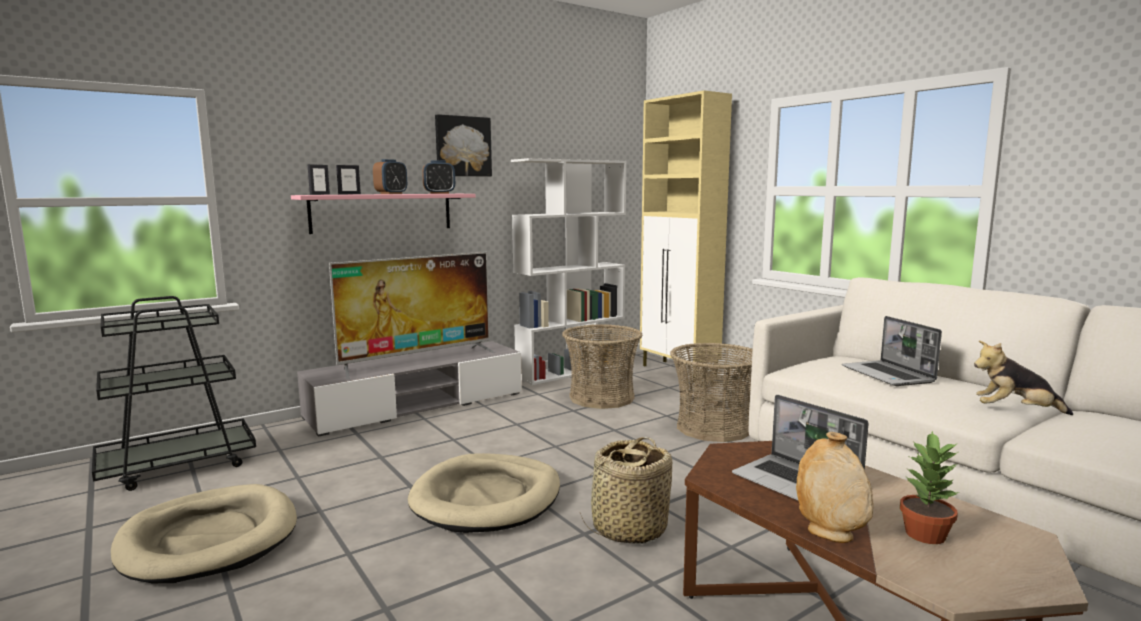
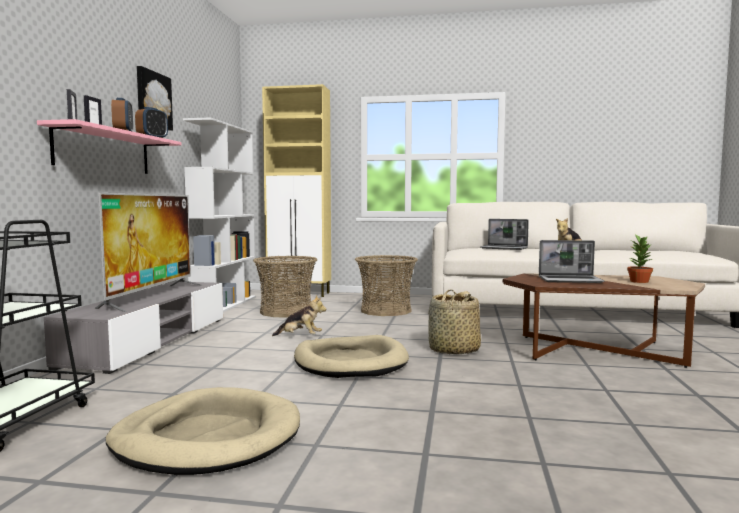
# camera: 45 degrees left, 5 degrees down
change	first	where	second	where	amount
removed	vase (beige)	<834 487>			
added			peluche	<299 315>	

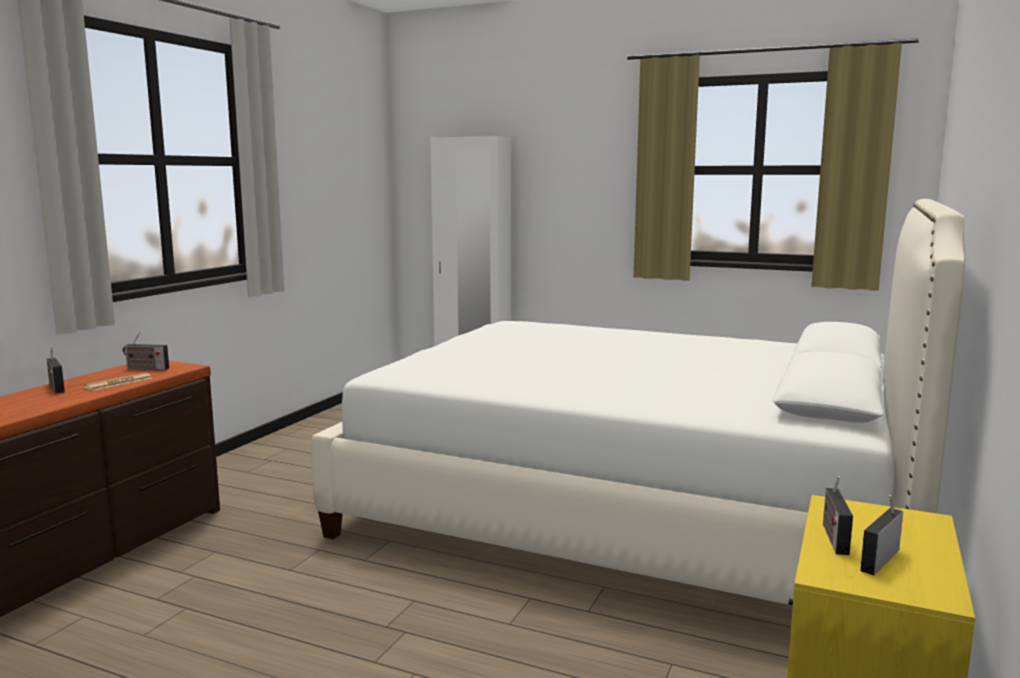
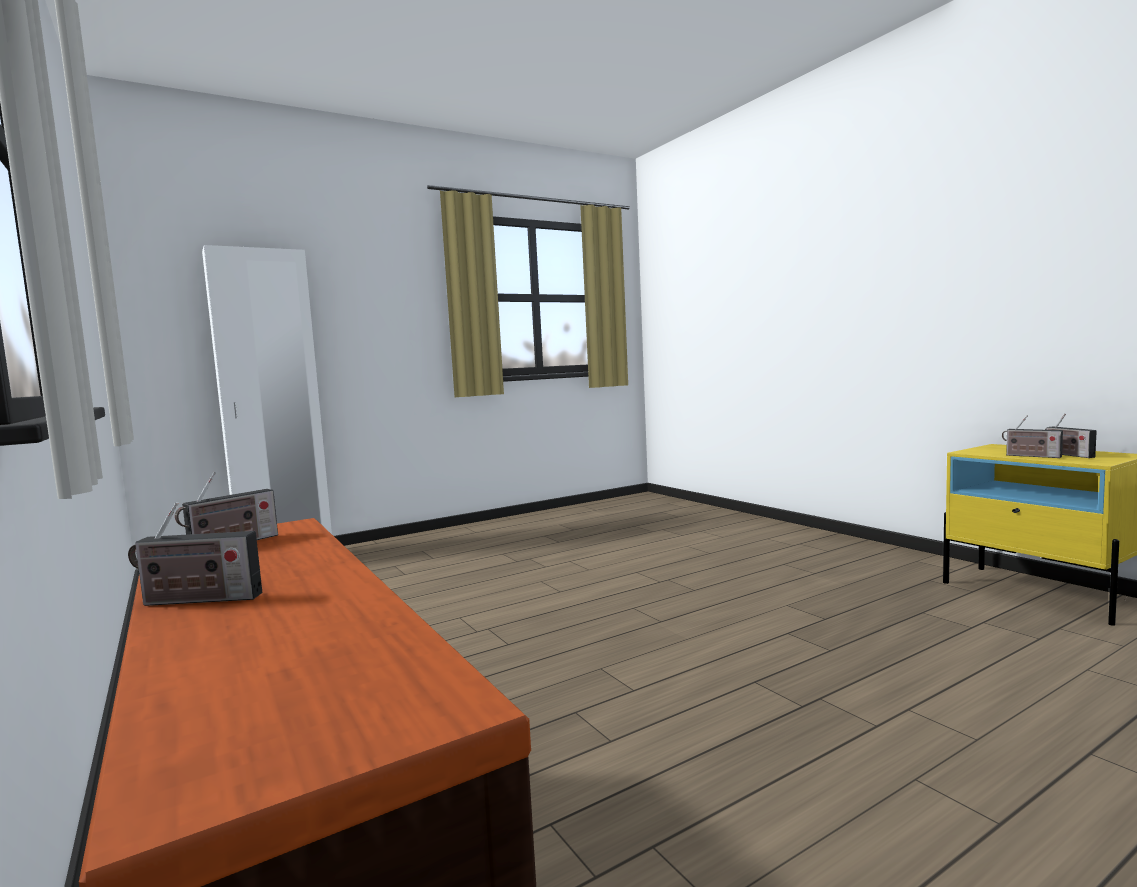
# camera: 55 degrees left, 5 degrees down
change	first	where	second	where	amount
removed	journal	<118 382>			
removed	lit (blanc)	<638 402>			

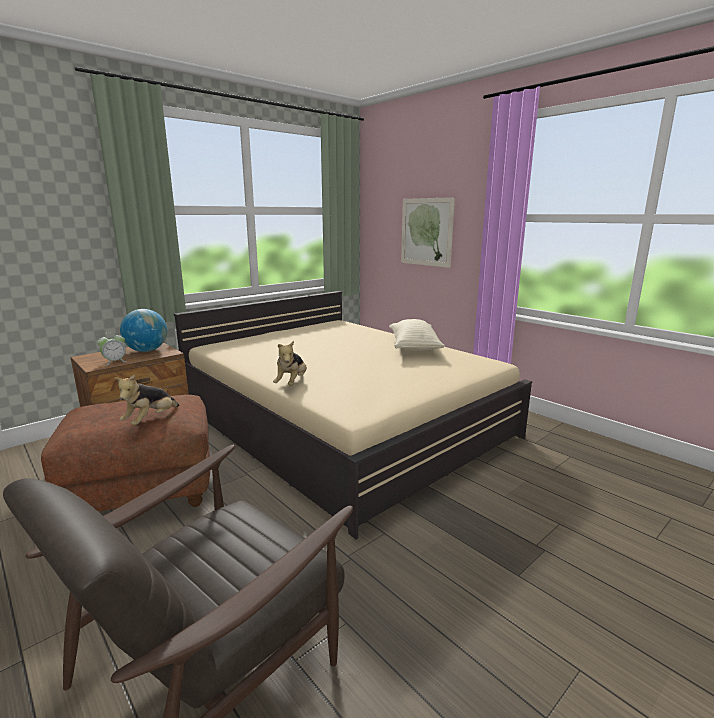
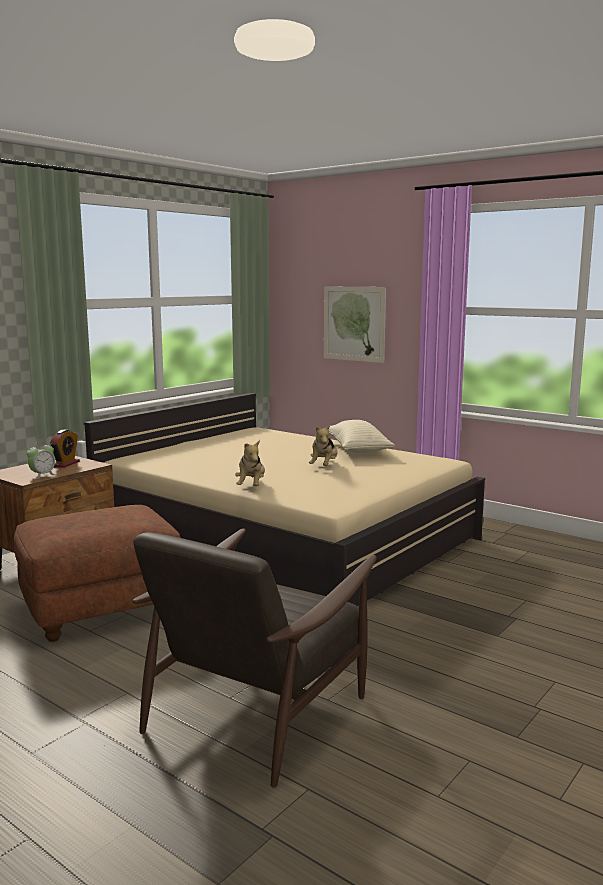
# camera: 10 degrees left, 5 degrees down
change	first	where	second	where	amount
moved	peluche	<146 400>		<323 445>	
replaced	globe	<143 330>	réveil	<65 449>	

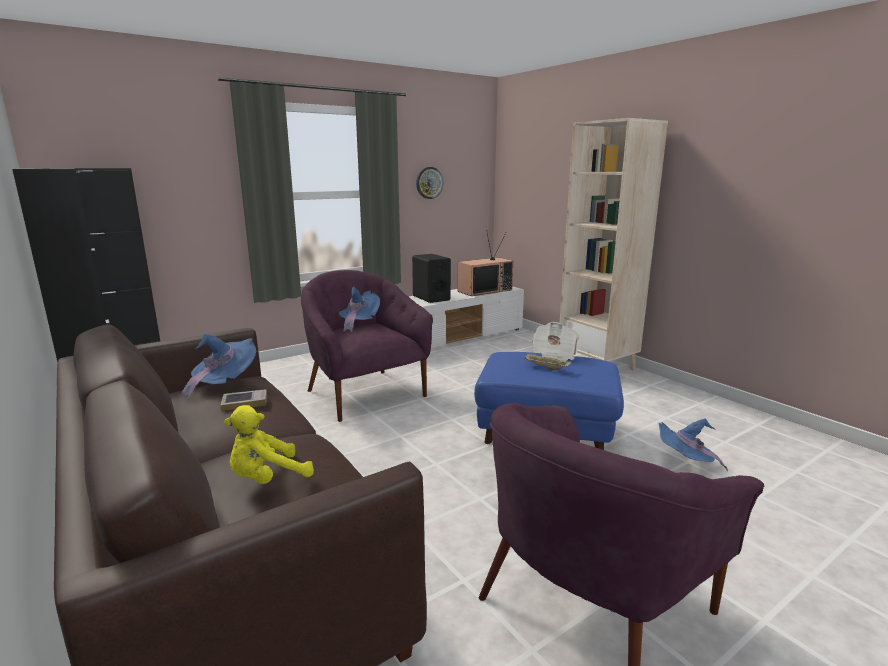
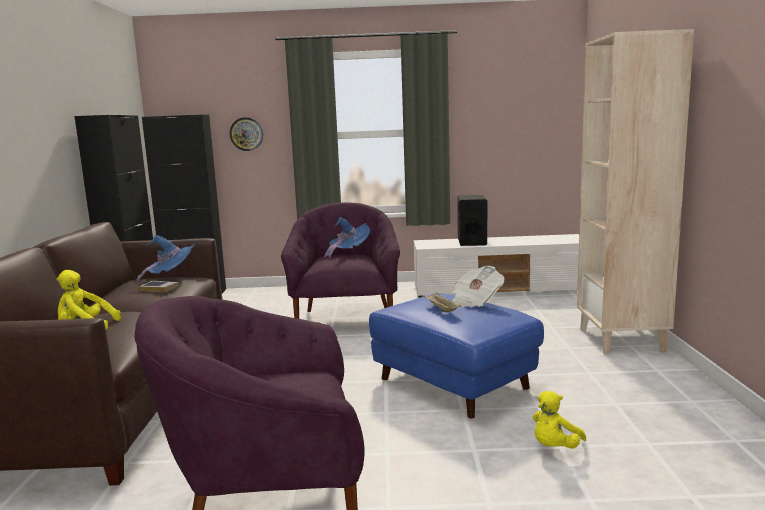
# camera: 35 degrees right, 5 degrees down
change	first	where	second	where	amount
removed	téléviseur	<485 263>			
moved	horloge murale	<429 183>		<246 134>	
replaced	chapeau (bleu)	<693 444>	peluche (jaune)	<559 420>	

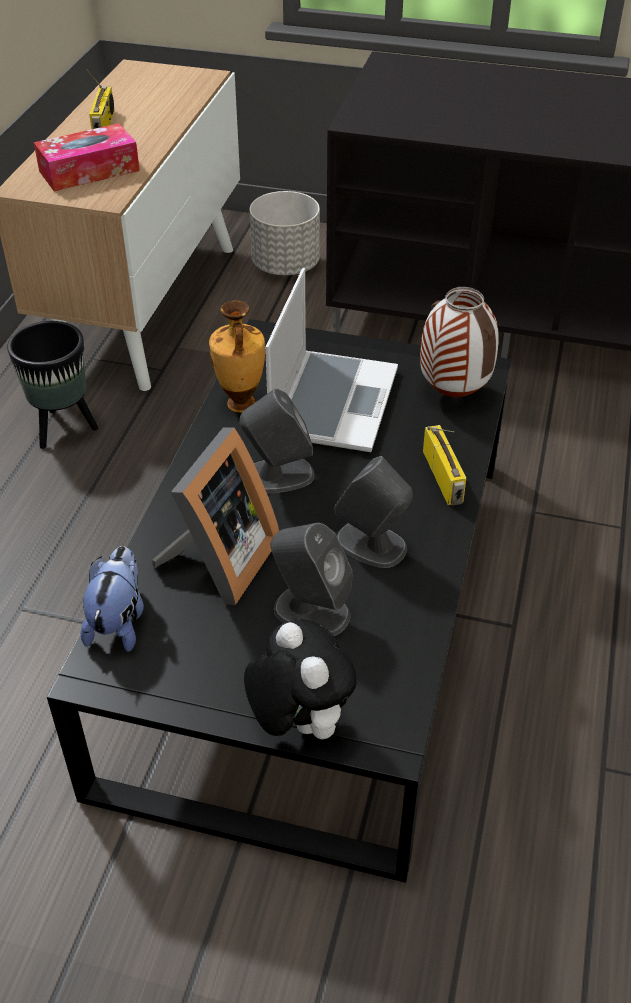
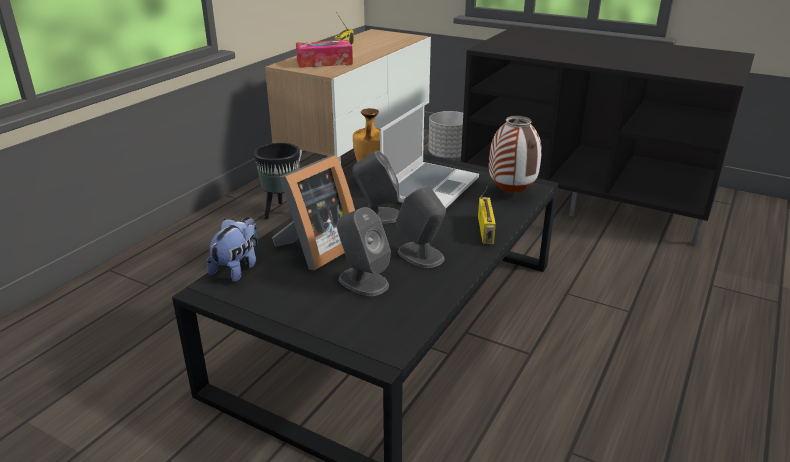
# camera: 15 degrees right, 15 degrees down
change	first	where	second	where	amount
removed	peluche	<300 679>			

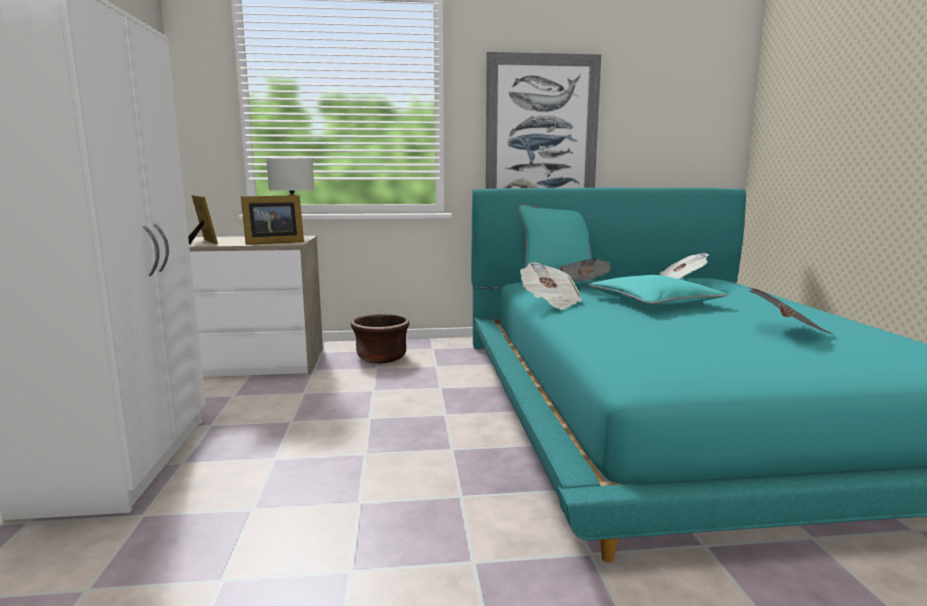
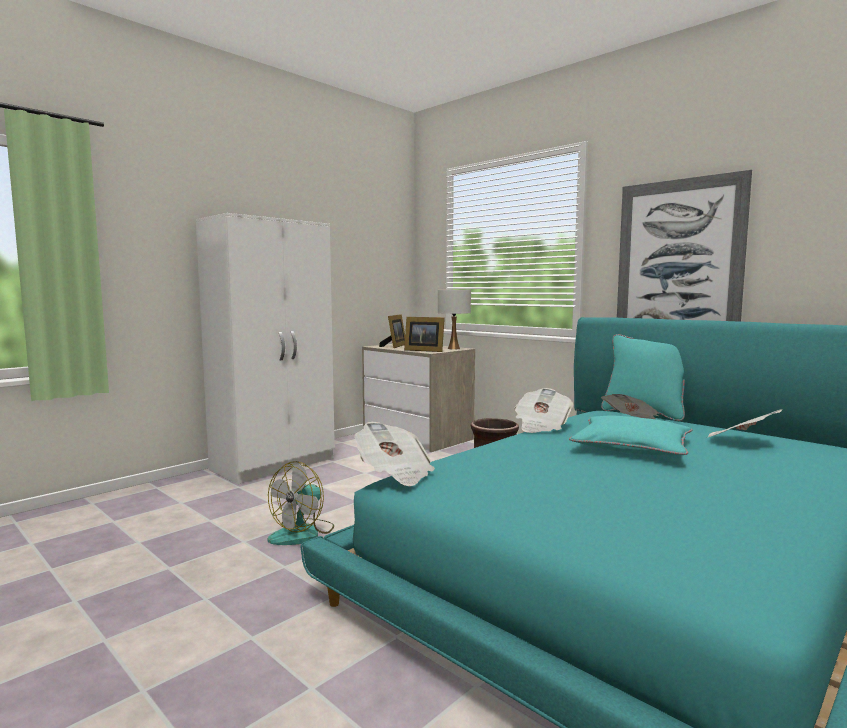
# camera: 50 degrees right, 5 degrees down
change	first	where	second	where	amount
added			ventilateur	<301 503>	
moved	journal	<791 311>		<394 454>	

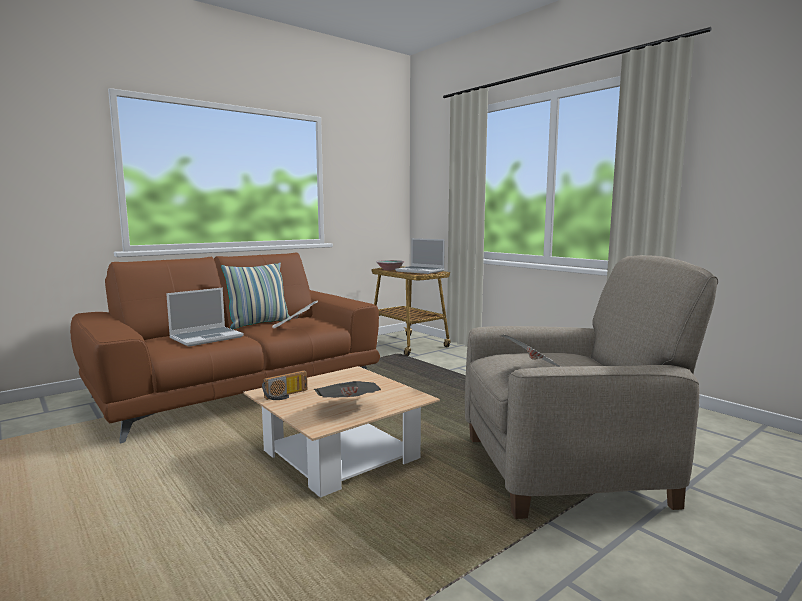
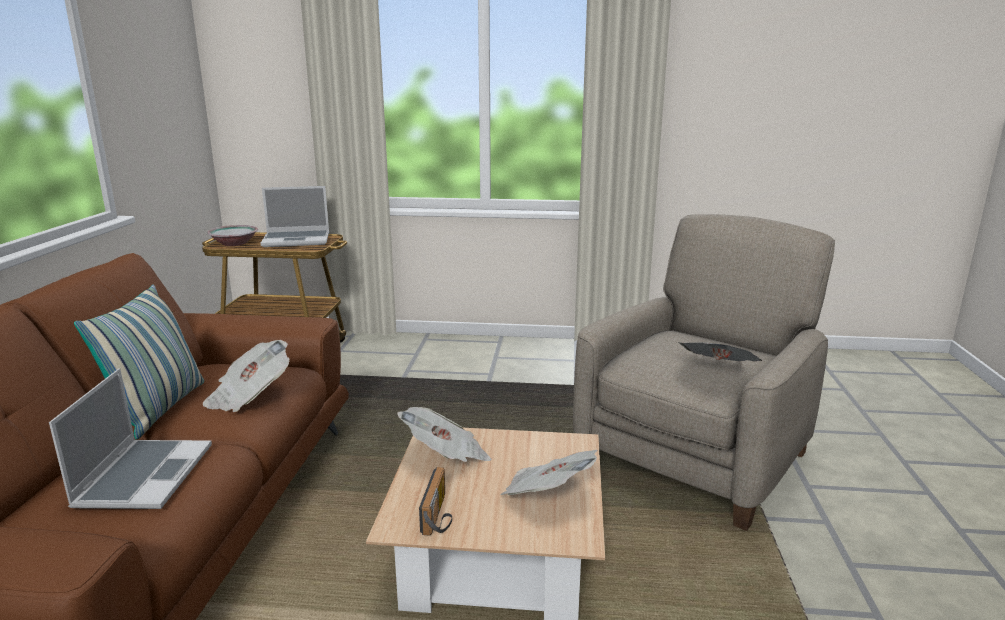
# camera: 45 degrees left, 10 degrees up
change	first	where	second	where	amount
added			journal	<444 434>	

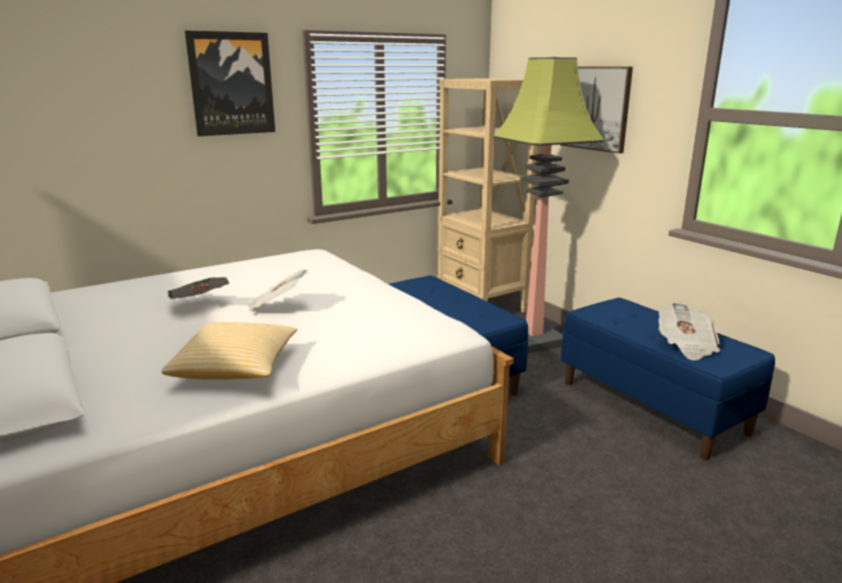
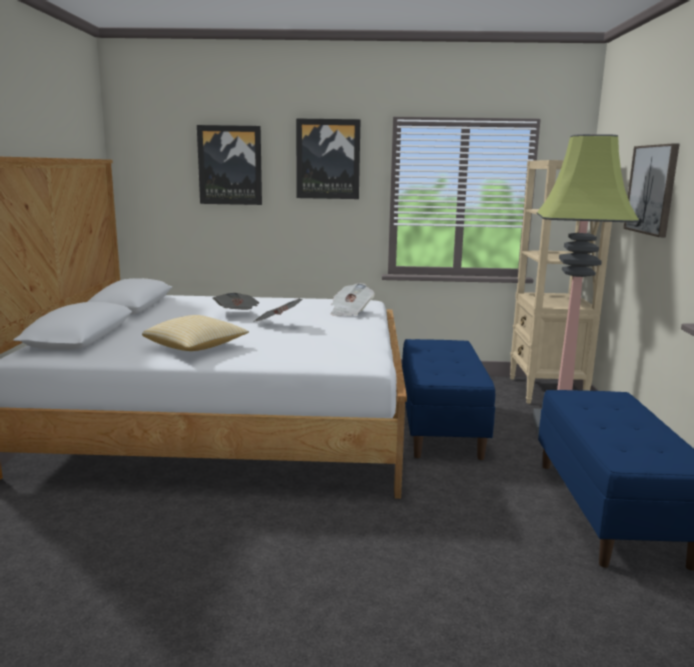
# camera: 35 degrees right, 5 degrees down
change	first	where	second	where	amount
added			tableau	<229 165>	
moved	journal	<689 331>		<353 299>	

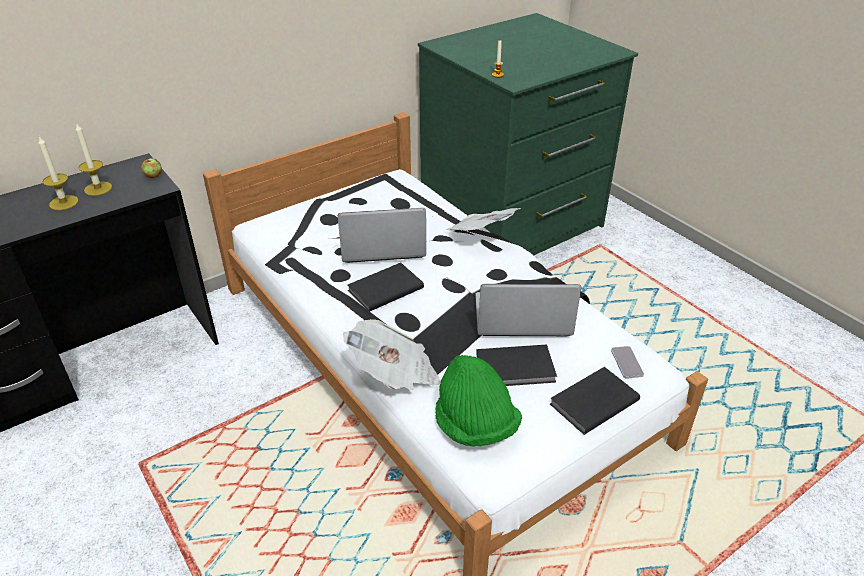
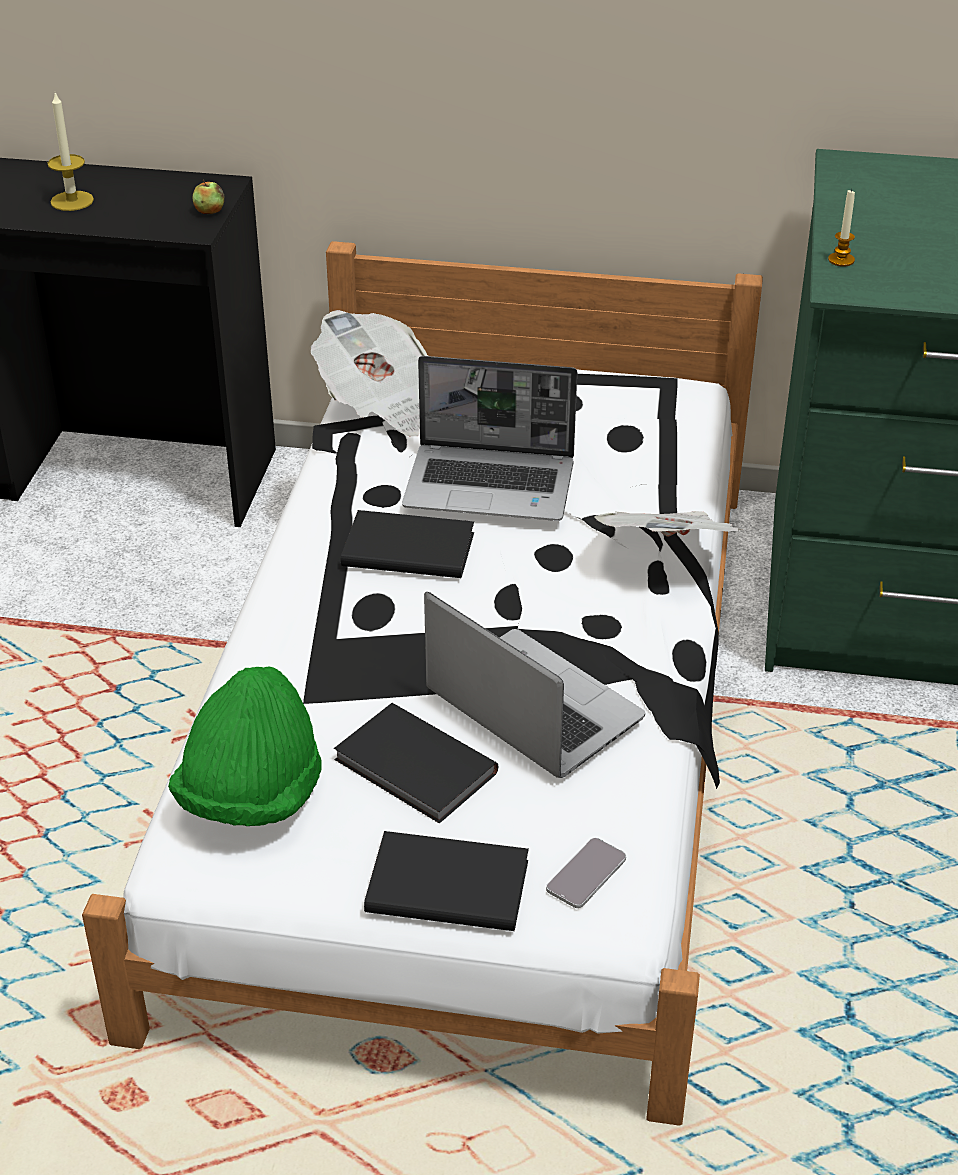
# camera: 45 degrees right, 0 degrees up
change	first	where	second	where	amount
removed	bougie	<93 160>			
moved	journal	<392 354>		<369 373>	
turned	ordinateur portable	<382 235>		<489 438>	150 degrees clockwise

